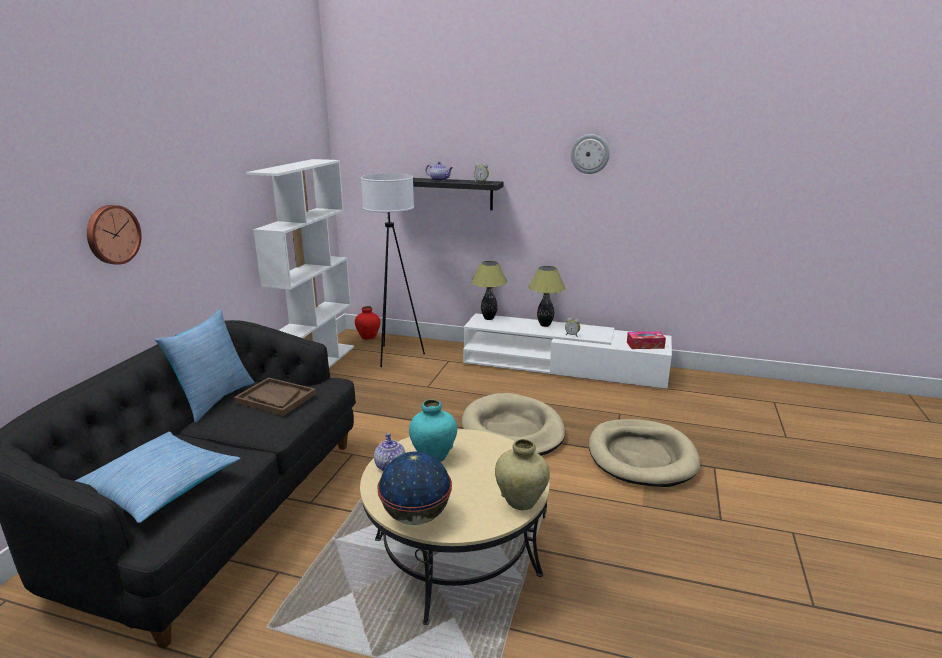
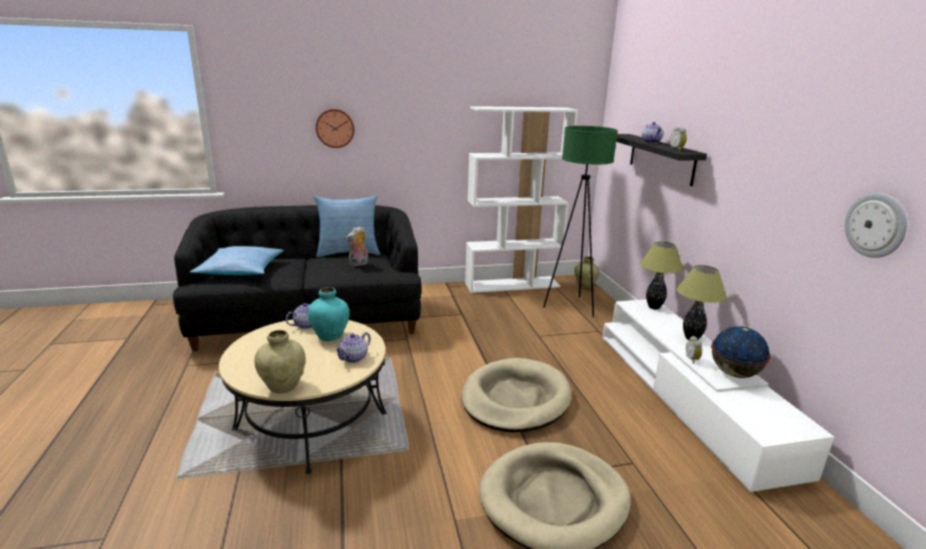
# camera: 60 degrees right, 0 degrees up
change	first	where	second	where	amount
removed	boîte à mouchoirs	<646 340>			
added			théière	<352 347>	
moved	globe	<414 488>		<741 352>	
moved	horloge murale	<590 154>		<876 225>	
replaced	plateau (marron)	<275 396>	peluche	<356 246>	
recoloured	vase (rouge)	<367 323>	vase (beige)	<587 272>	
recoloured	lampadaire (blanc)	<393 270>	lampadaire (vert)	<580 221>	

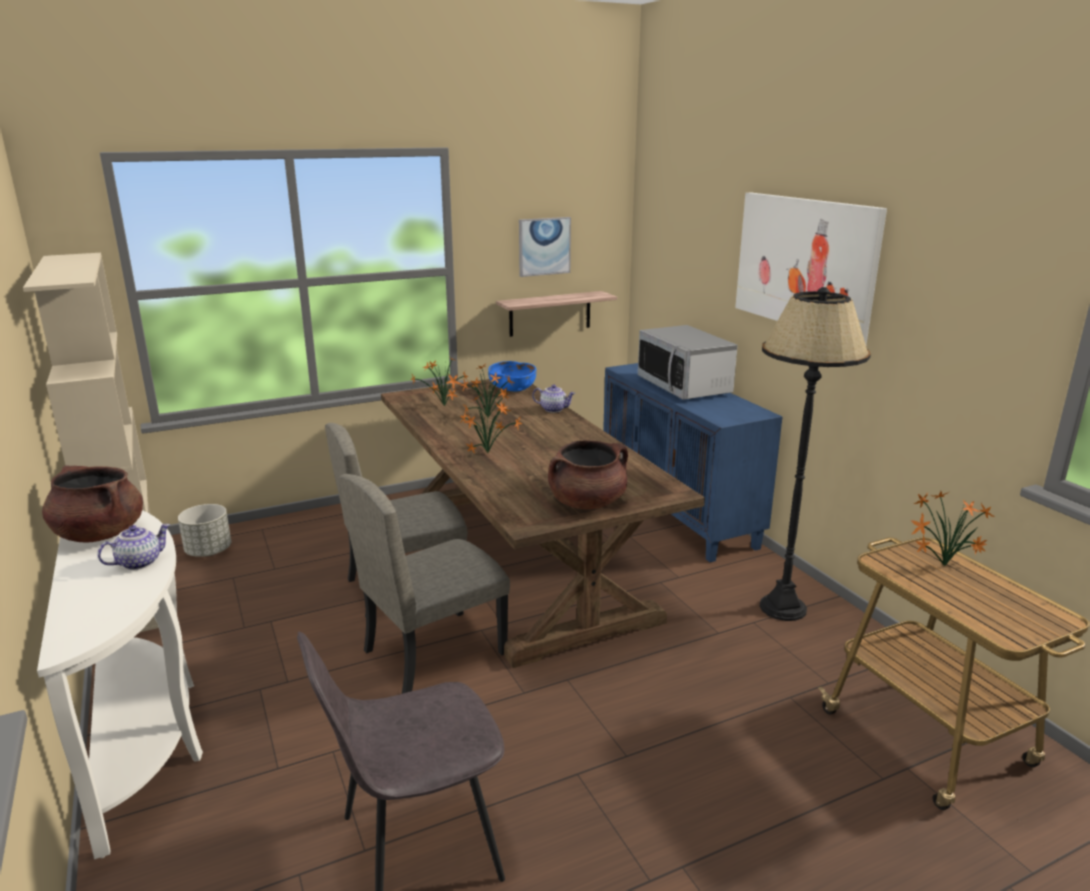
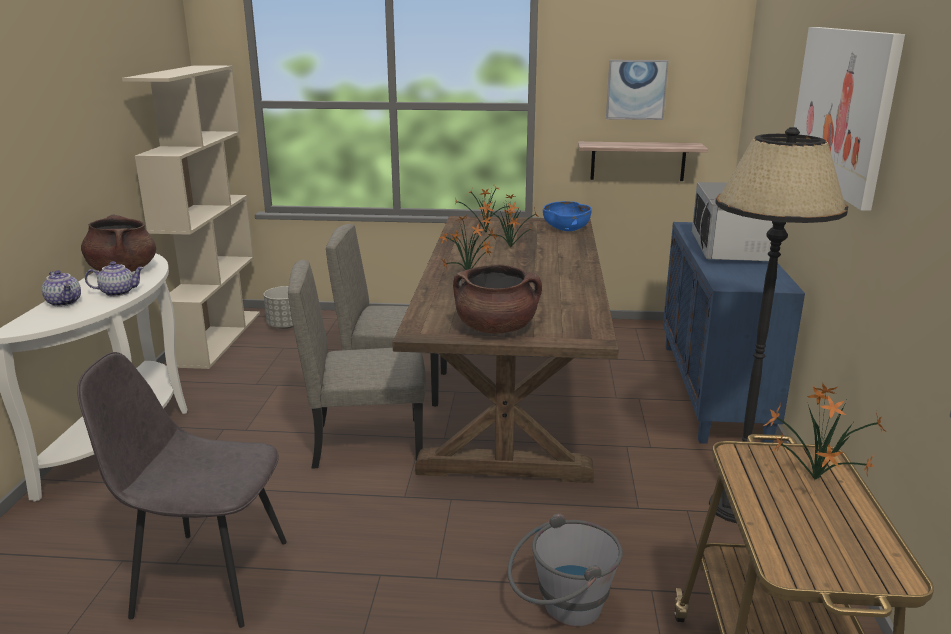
# camera: 30 degrees right, 0 degrees up
change	first	where	second	where	amount
added			seau (gris)	<565 570>	
moved	théière	<554 398>		<61 288>	

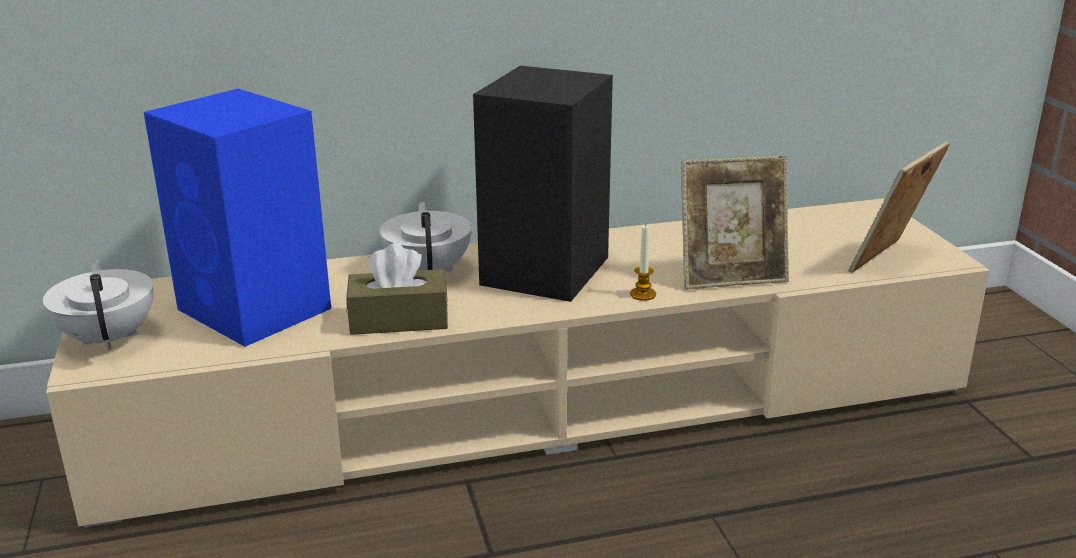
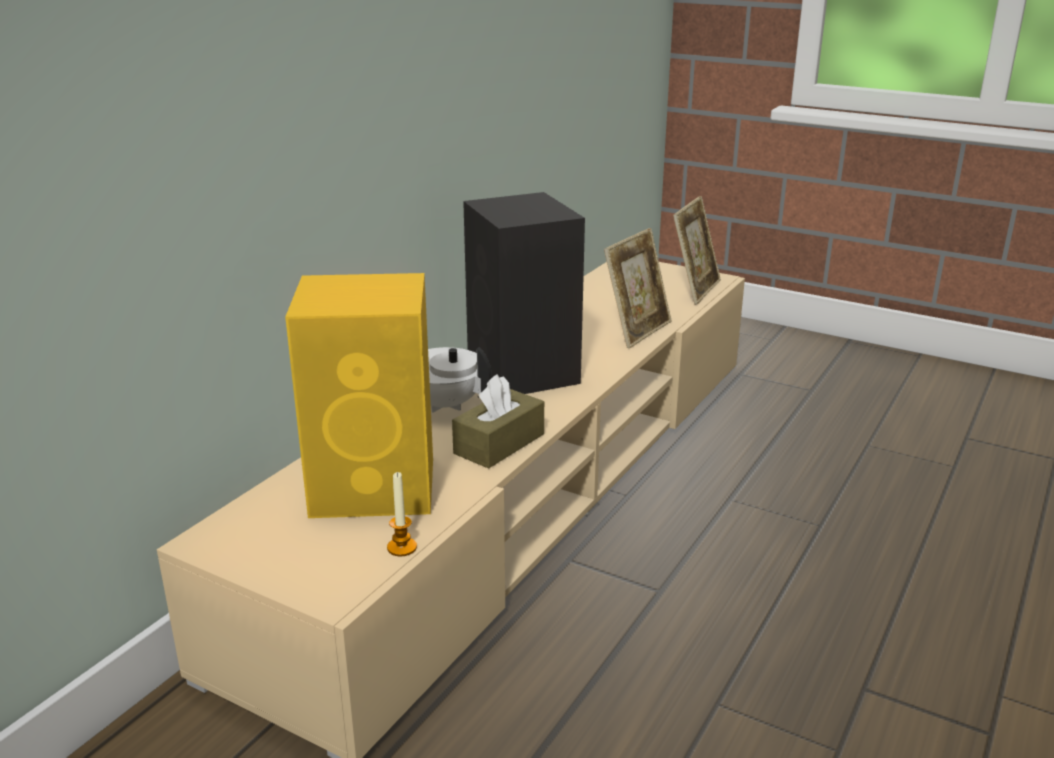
# camera: 45 degrees left, 0 degrees up
change	first	where	second	where	amount
removed	théière (blanc)	<98 305>			
moved	bougie	<643 262>		<402 514>	
recoloured	enceinte (bleu)	<237 218>	enceinte (jaune)	<359 395>	
turned	cadre photo	<899 207>		<697 250>	150 degrees counterclockwise

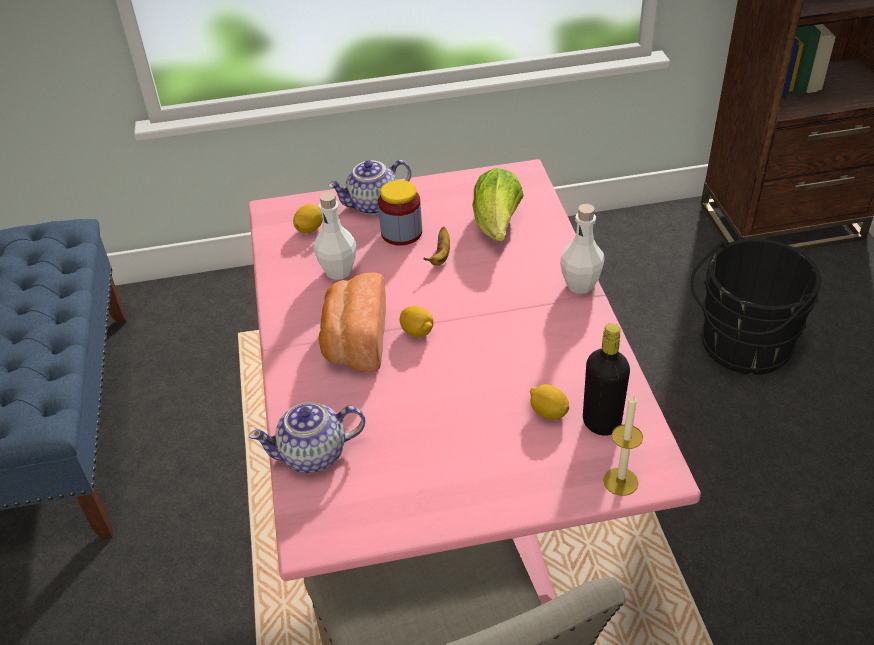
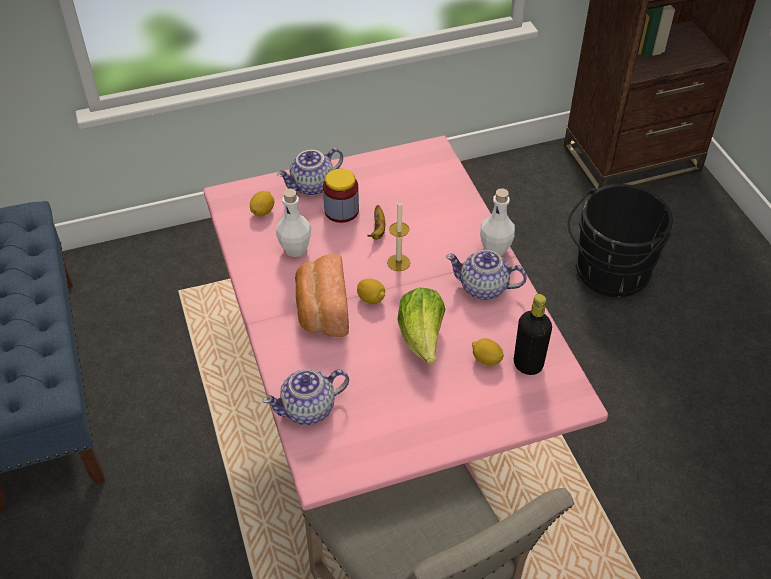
# camera: 10 degrees left, 5 degrees up
change	first	where	second	where	amount
added			théière	<486 275>	
moved	laitue	<498 204>		<421 326>	
moved	bougie	<623 445>		<398 235>	

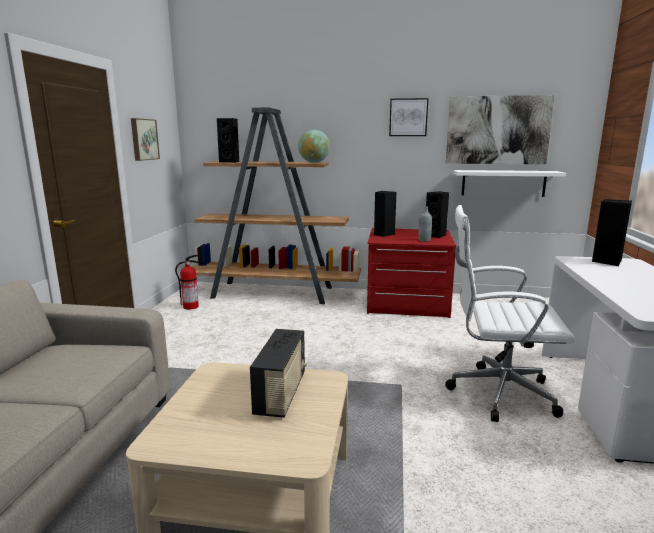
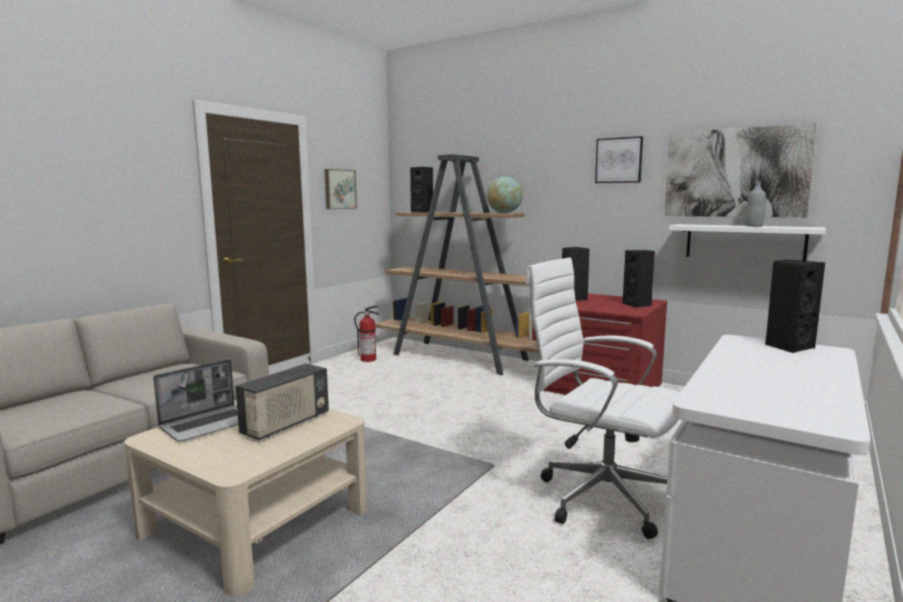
# camera: 25 degrees right, 5 degrees down
change	first	where	second	where	amount
added			ordinateur portable	<195 400>	
moved	bouteille (gris)	<425 224>		<756 204>	

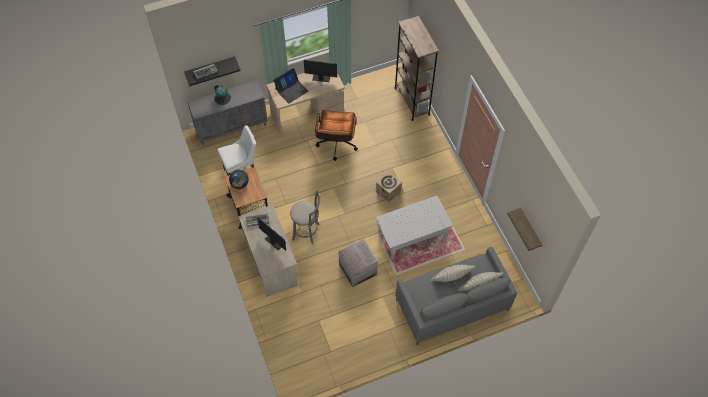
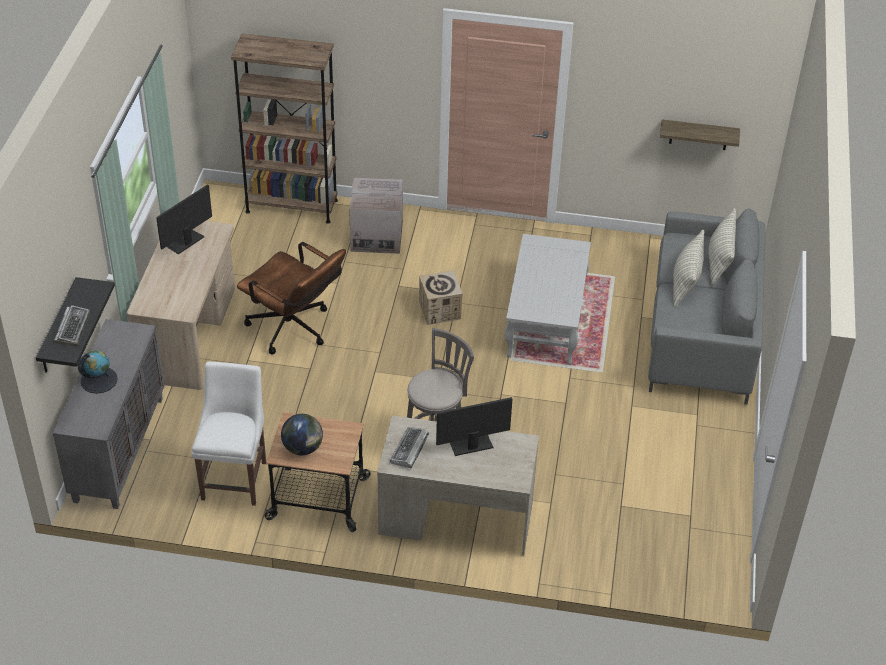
# camera: 60 degrees left, 15 degrees down
change	first	where	second	where	amount
removed	ordinateur portable	<291 86>			
moved	carton	<358 263>		<376 216>	

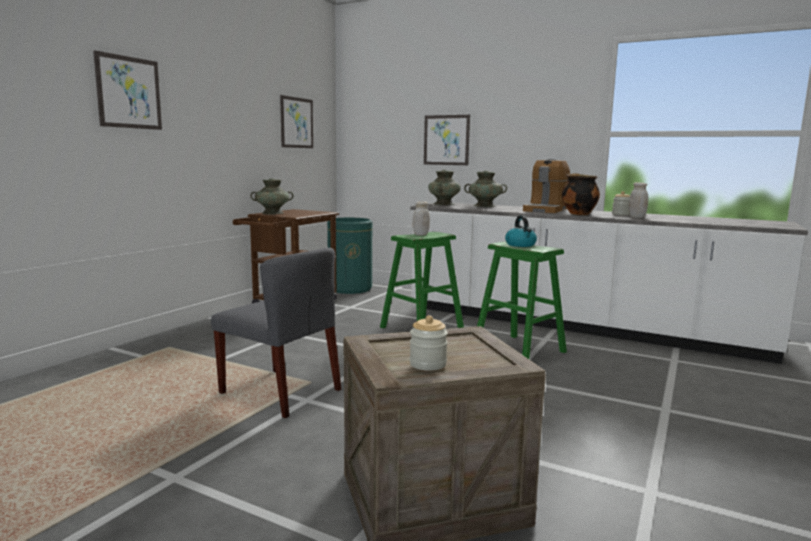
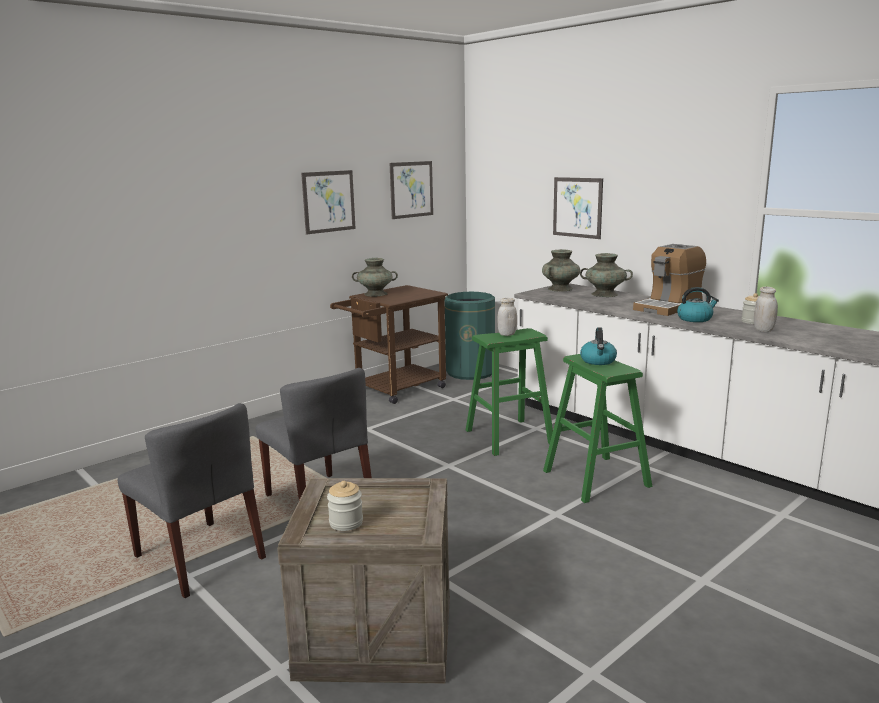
# camera: 20 degrees right, 5 degrees up
change	first	where	second	where	amount
added			chaise (gris)	<192 500>	
moved	tableau	<127 90>		<328 202>	
replaced	marmite	<581 194>	bouilloire	<698 304>	

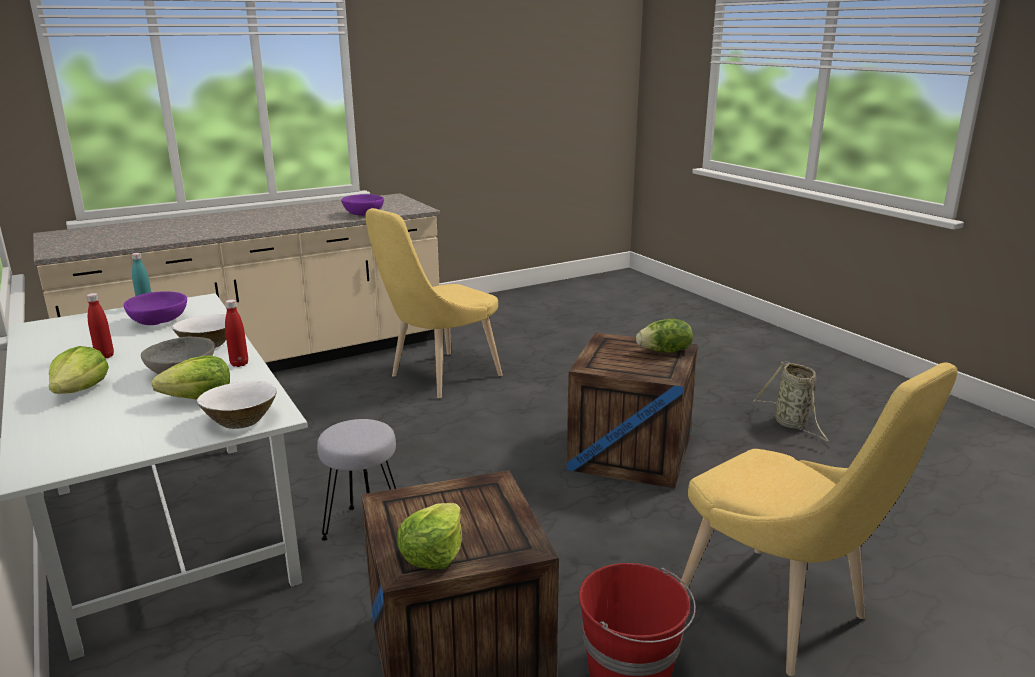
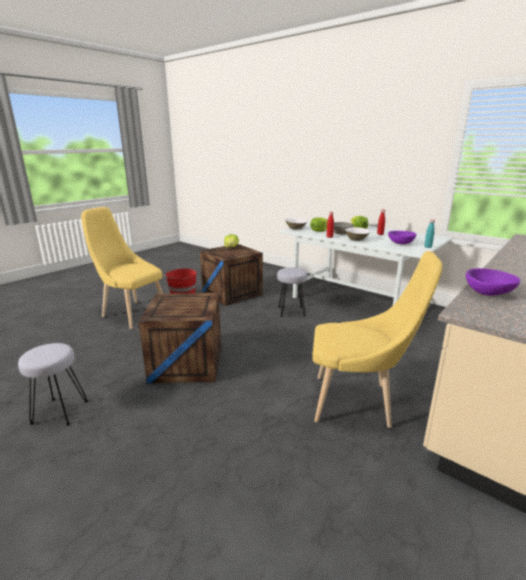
# camera: 160 degrees right, 0 degrees up
change	first	where	second	where	amount
removed	laitue	<664 336>			
replaced	panier	<792 401>	tabouret (gris)	<53 384>	
turned	chaise (jaune)	<434 303>		<377 339>	75 degrees clockwise

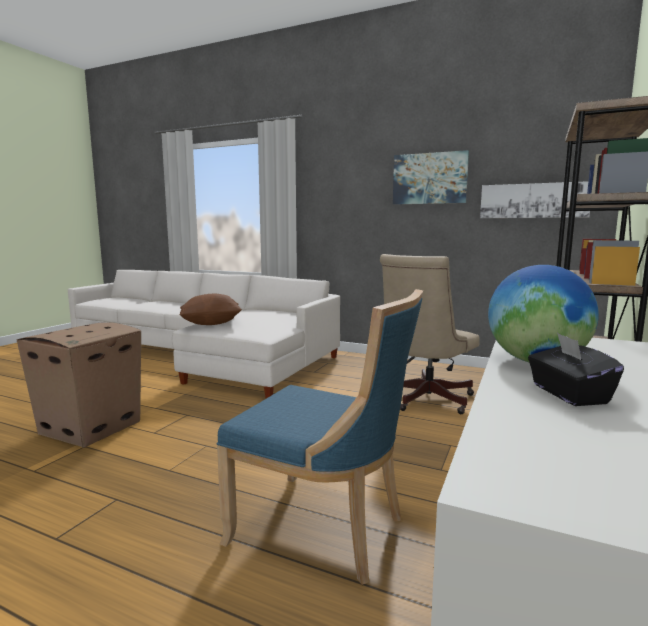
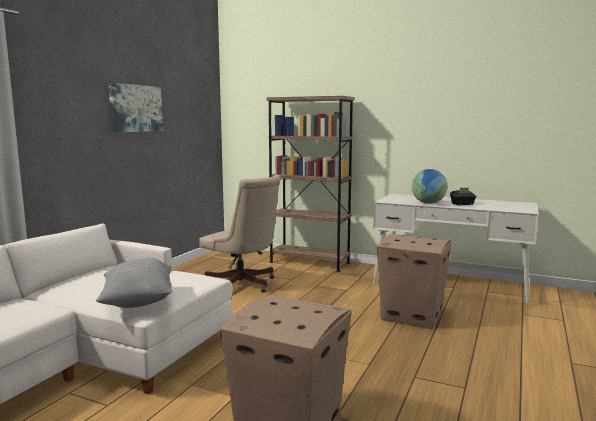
# camera: 90 degrees left, 0 degrees up
change	first	where	second	where	amount
removed	tableau	<535 199>			
replaced	chaise (bleu)	<319 437>	carton	<414 281>	
recoloured	coussin (marron)	<210 309>	coussin (gris)	<134 283>	

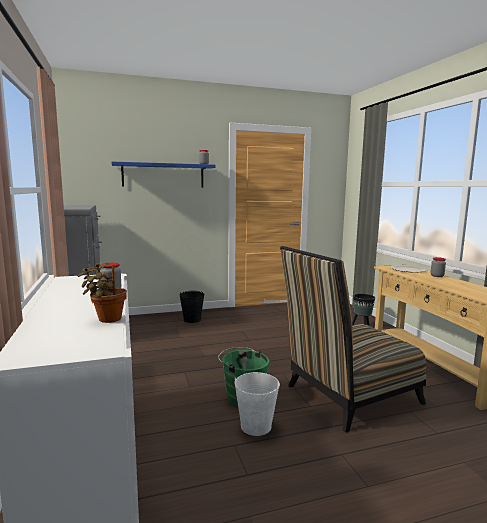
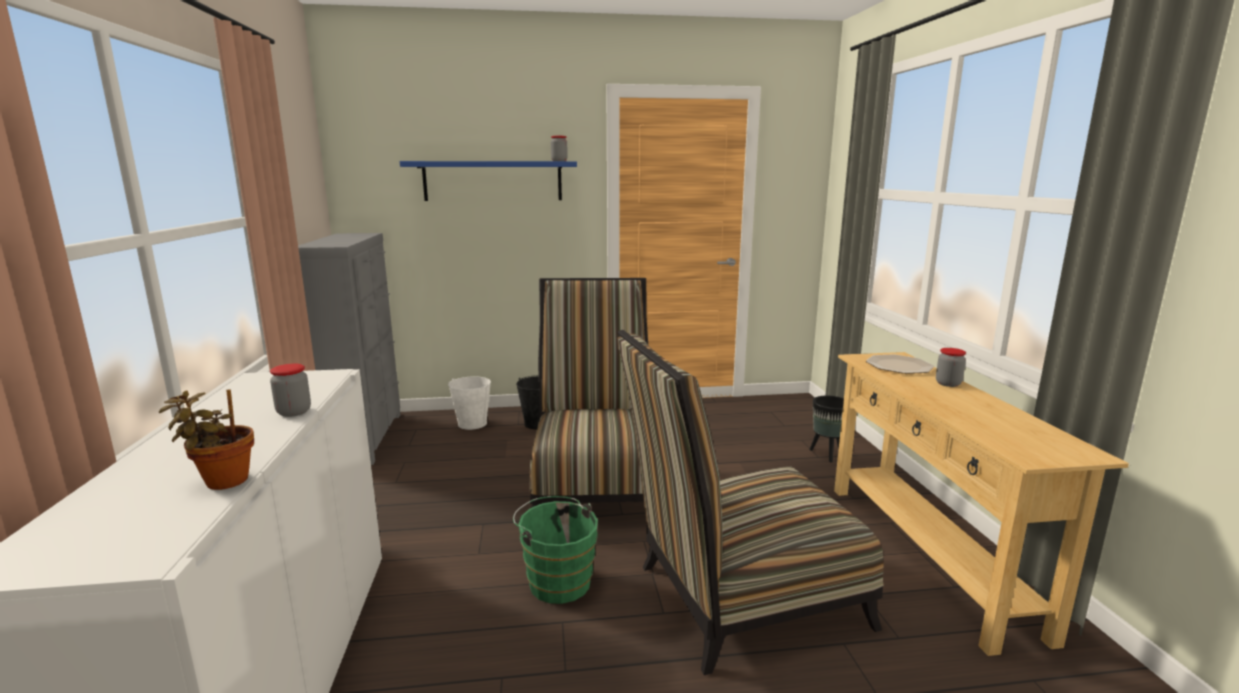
# camera: 10 degrees right, 5 degrees up
change	first	where	second	where	amount
added			chaise	<589 392>	
moved	seau (blanc)	<257 404>		<469 403>	

